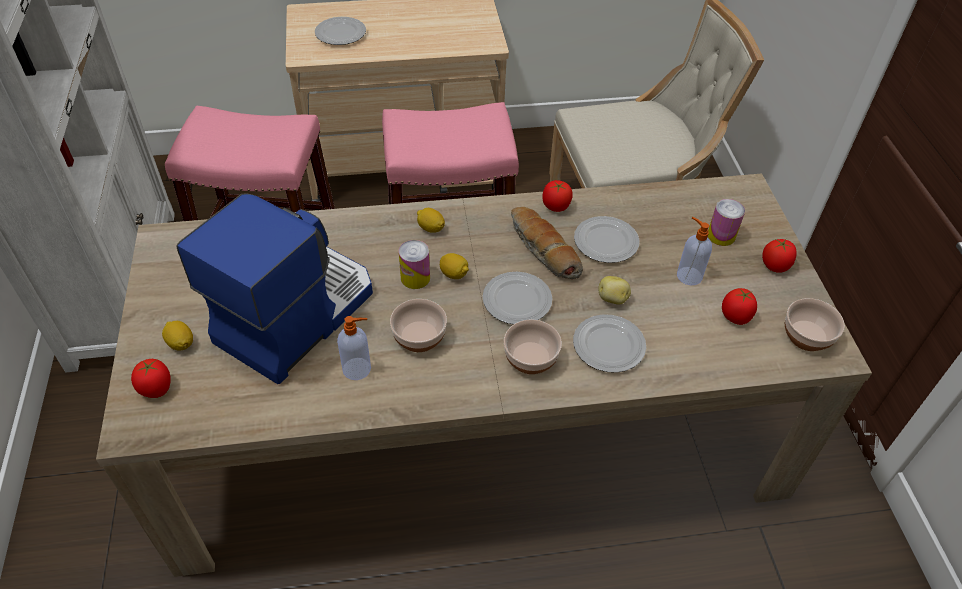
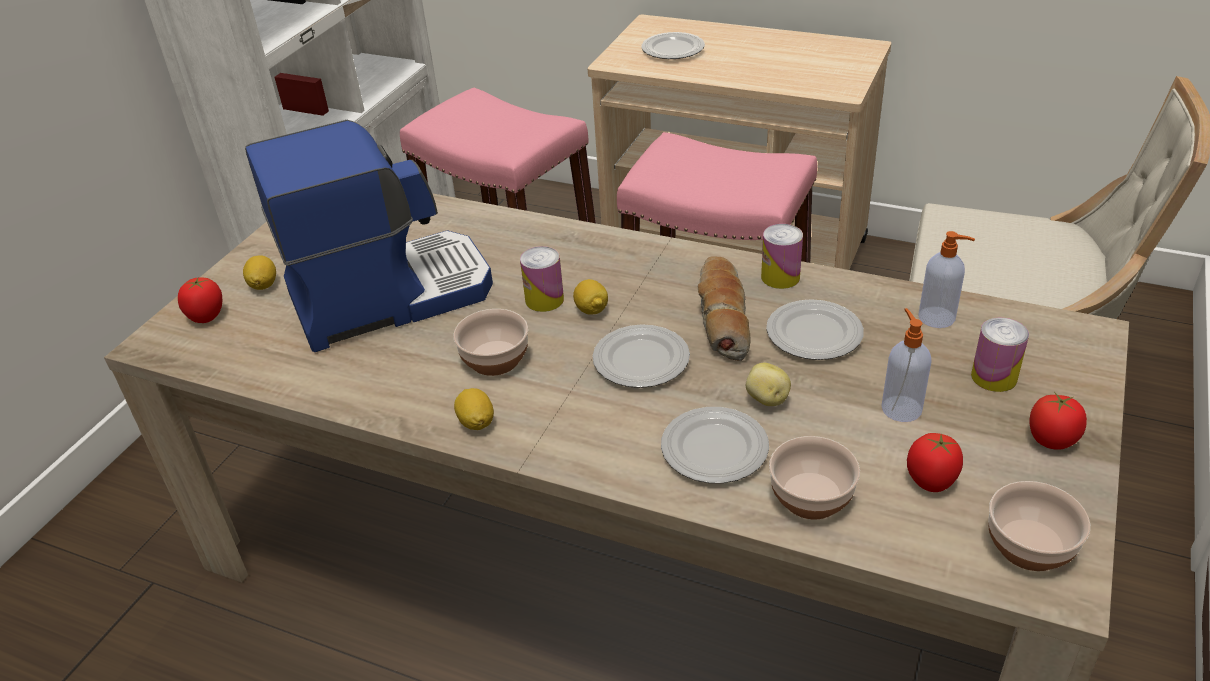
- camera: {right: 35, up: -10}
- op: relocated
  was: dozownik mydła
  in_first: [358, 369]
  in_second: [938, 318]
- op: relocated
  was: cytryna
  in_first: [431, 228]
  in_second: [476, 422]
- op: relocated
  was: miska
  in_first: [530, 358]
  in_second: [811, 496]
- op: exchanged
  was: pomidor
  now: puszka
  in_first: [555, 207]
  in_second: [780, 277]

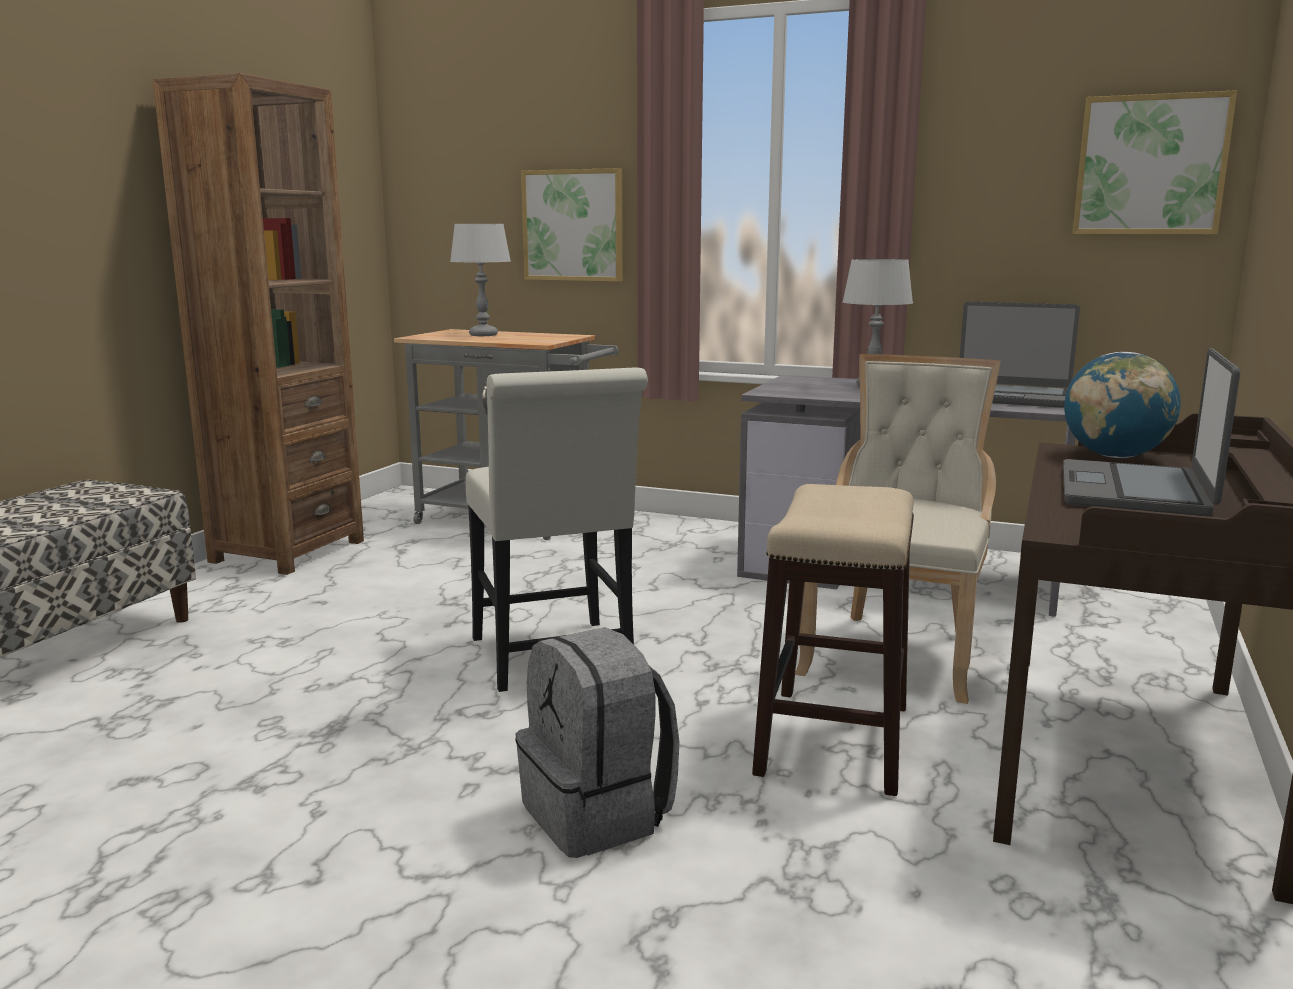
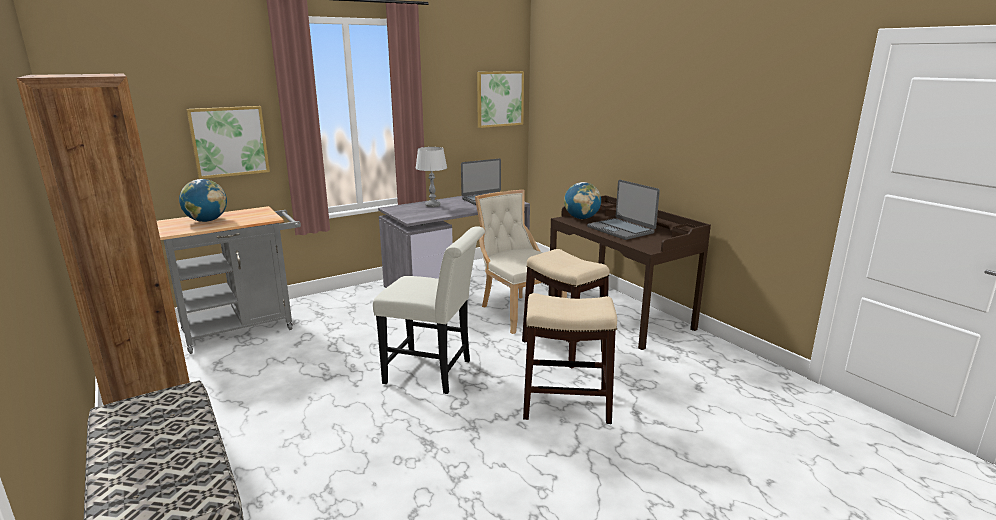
- camera: {right: -55, up: 5}
- op: exchanged
  was: lampa stołowa [szary]
  now: globus
  in_first: [483, 335]
  in_second: [207, 221]
- op: exchanged
  was: plecak [szary]
  now: stołek
  in_first: [599, 814]
  in_second: [567, 404]

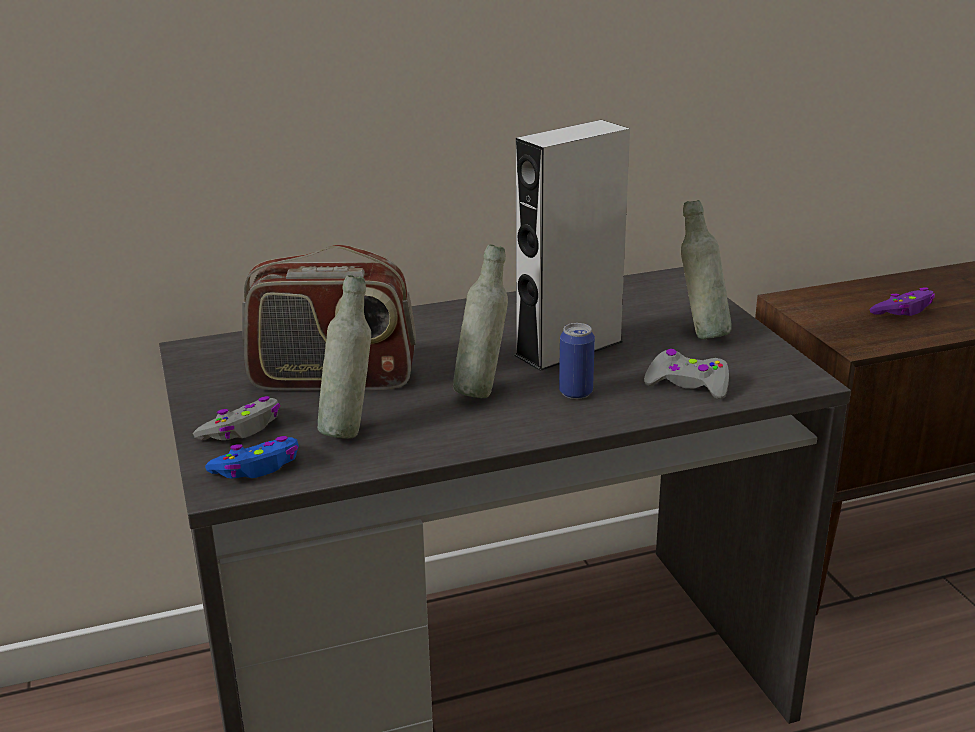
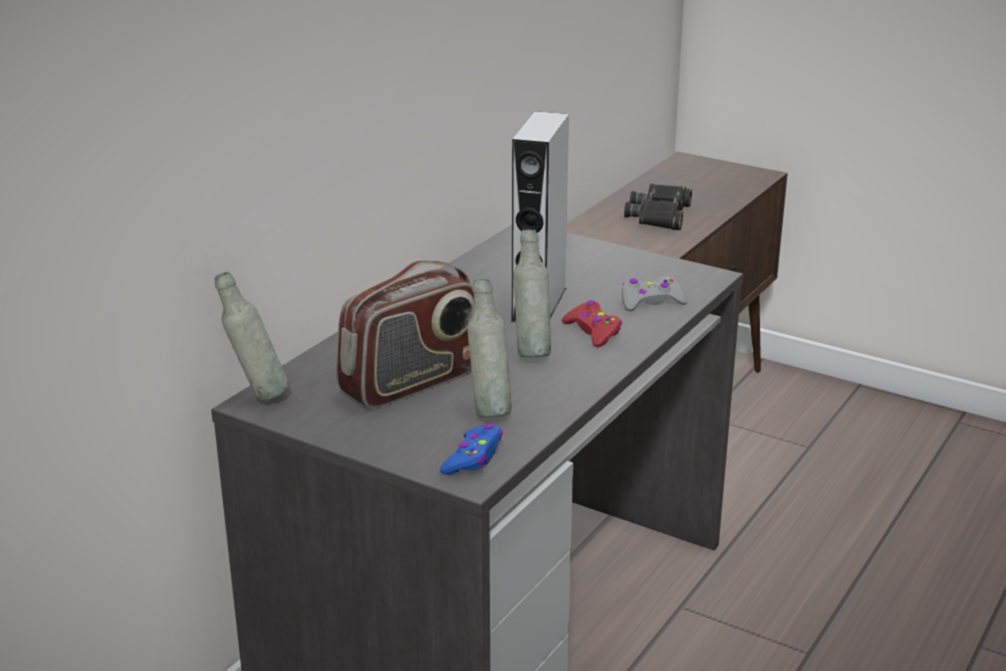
- camera: {right: -40, up: 0}
- op: missing
  was: pad do gier [szary]
  in_first: [242, 429]
- op: exchanged
  was: puszka
  now: pad do gier [czerwony]
  in_first: [576, 392]
  in_second: [593, 331]
- op: relocated
  was: butelka [szary]
  in_first: [700, 334]
  in_second: [257, 396]
- op: exchanged
  was: pad do gier [fioletowy]
  now: lornetka [czarny]
  in_first: [903, 311]
  in_second: [660, 215]

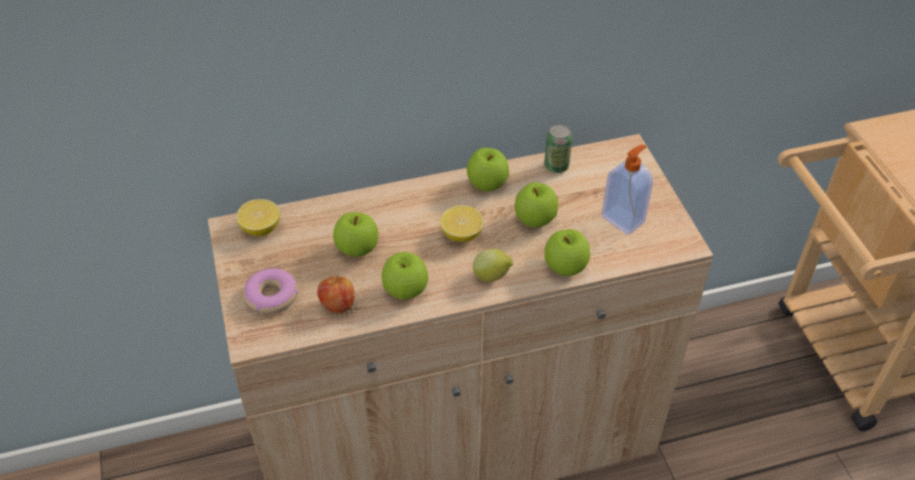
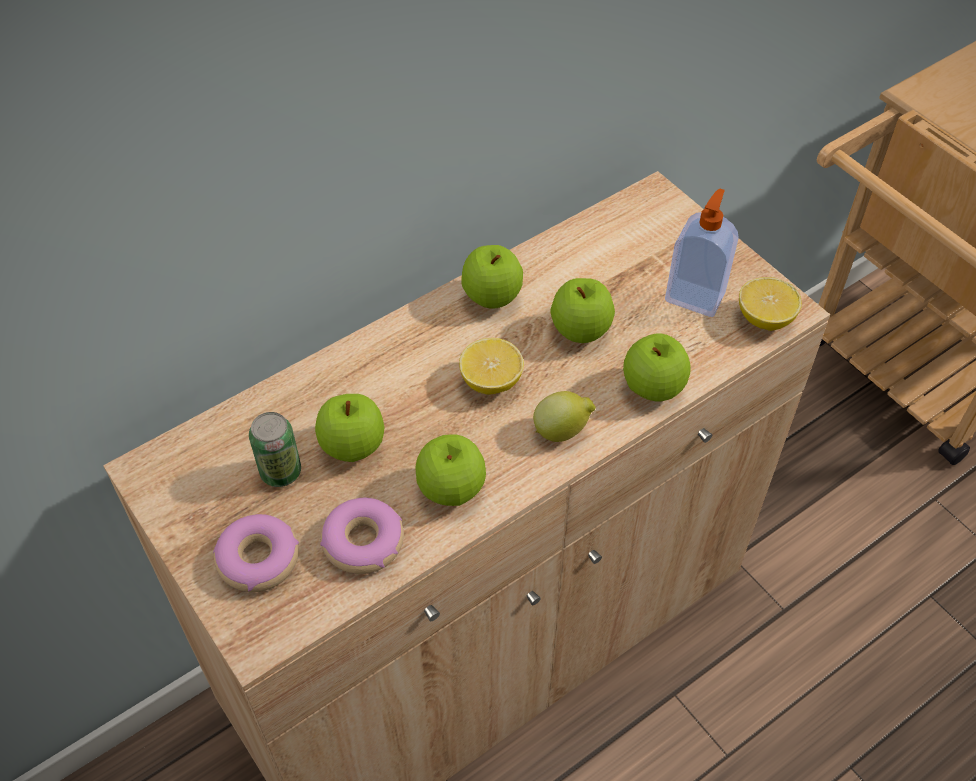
- camera: {right: -20, up: 5}
- op: relocated
  was: cytryna
  in_first: [261, 228]
  in_second: [764, 318]
- op: exchanged
  was: jabłko
  now: donut
  in_first: [337, 305]
  in_second: [363, 542]
- op: relocated
  was: puszka
  in_first: [556, 166]
  in_second: [281, 472]

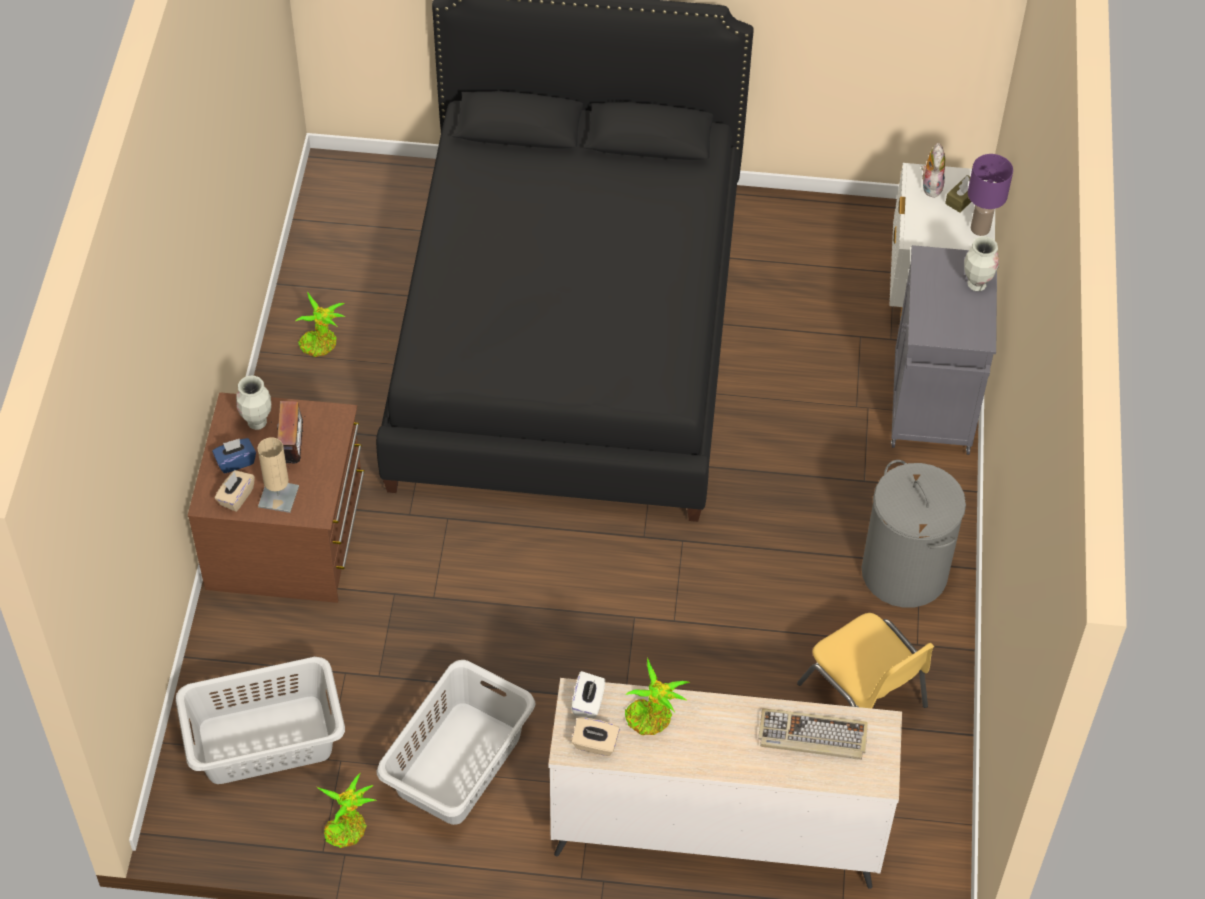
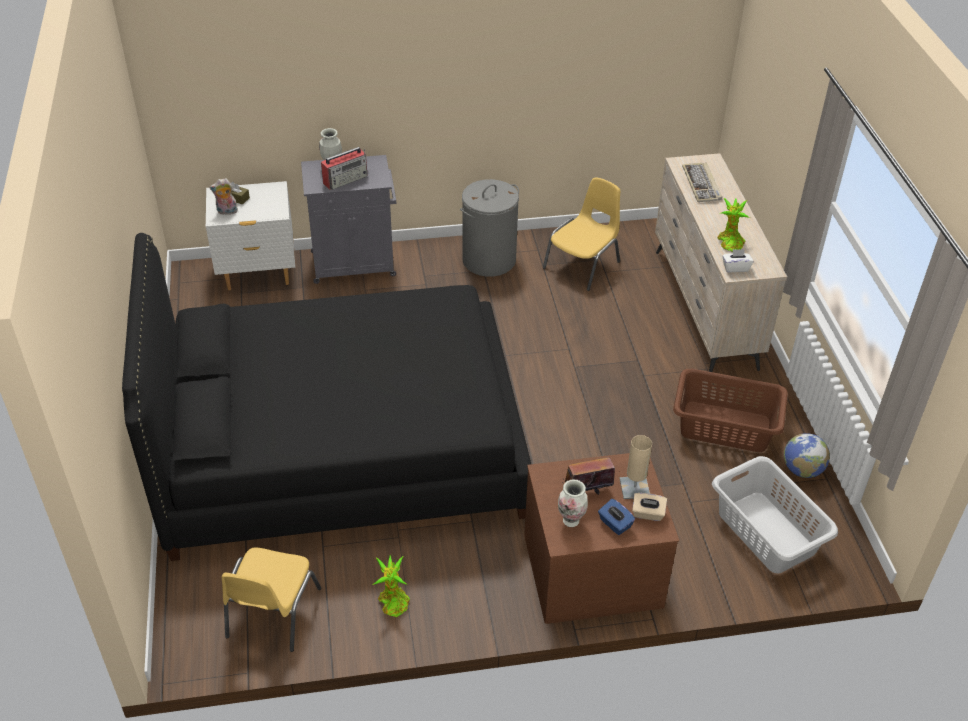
- camera: {right: -105, up: -10}
- op: exchanged
  was: roślina doniczkowa
  now: globus
  in_first: [348, 827]
  in_second: [802, 470]
- op: colour
  was: kosz na pranie [szary]
  now: kosz na pranie [brązowy]
  in_first: [457, 763]
  in_second: [725, 427]
- op: missing
  was: pudełko chusteczek [beżowy]
  in_first: [595, 744]
- op: missing
  was: lampa stołowa [fioletowy]
  in_first: [981, 228]
- op: appeared
  now: krzesło [żółty]
  in_second: [271, 613]
- op: appeared
  now: radio
  in_second: [346, 179]

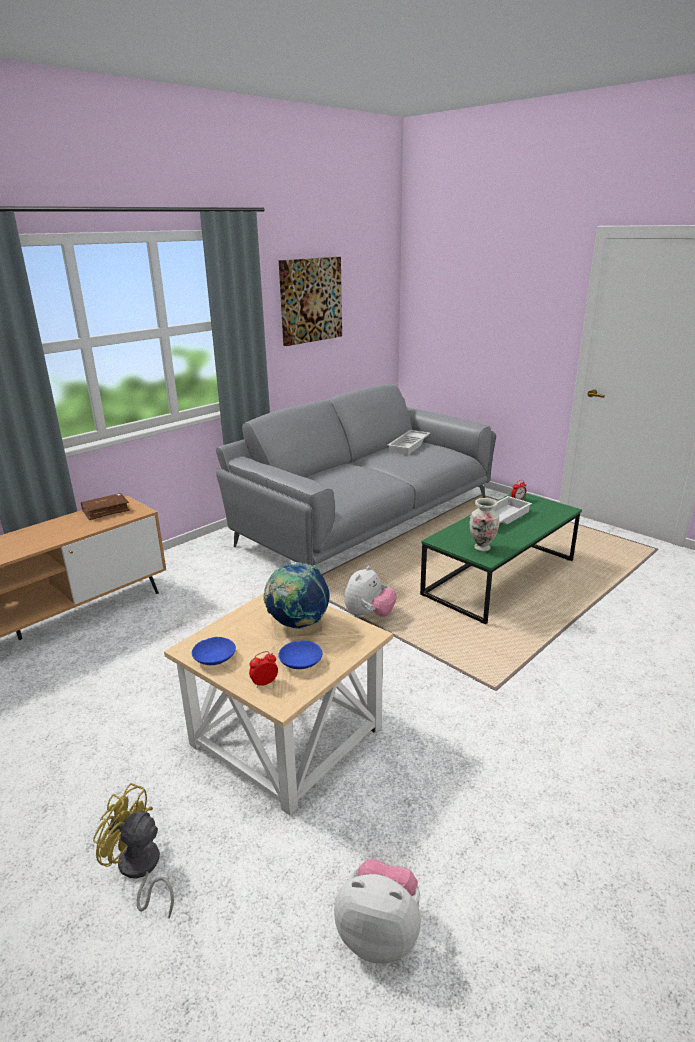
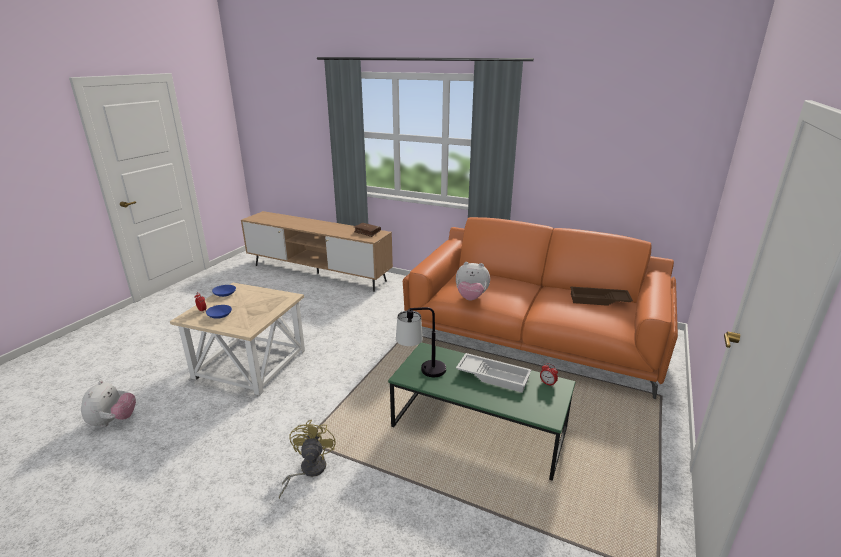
- camera: {right: 70, up: 0}
- op: relocated
  was: wentylator [żółty]
  in_first: [140, 870]
  in_second: [308, 470]
- op: colour
  was: kanapa [szary]
  now: kanapa [pomarańczowy]
  in_first: [365, 518]
  in_second: [533, 337]
- op: missing
  was: globus
  in_first: [298, 624]
- op: missing
  was: obraz
  in_first: [310, 300]
- op: relocated
  was: pluszak
  in_first: [369, 615]
  in_second: [471, 298]
- op: colour
  was: taca [biały]
  now: taca [brązowy]
  in_first: [409, 446]
  in_second: [599, 300]
- op: exchanged
  was: wazon
  now: lampa stołowa
  in_first: [482, 548]
  in_second: [421, 372]

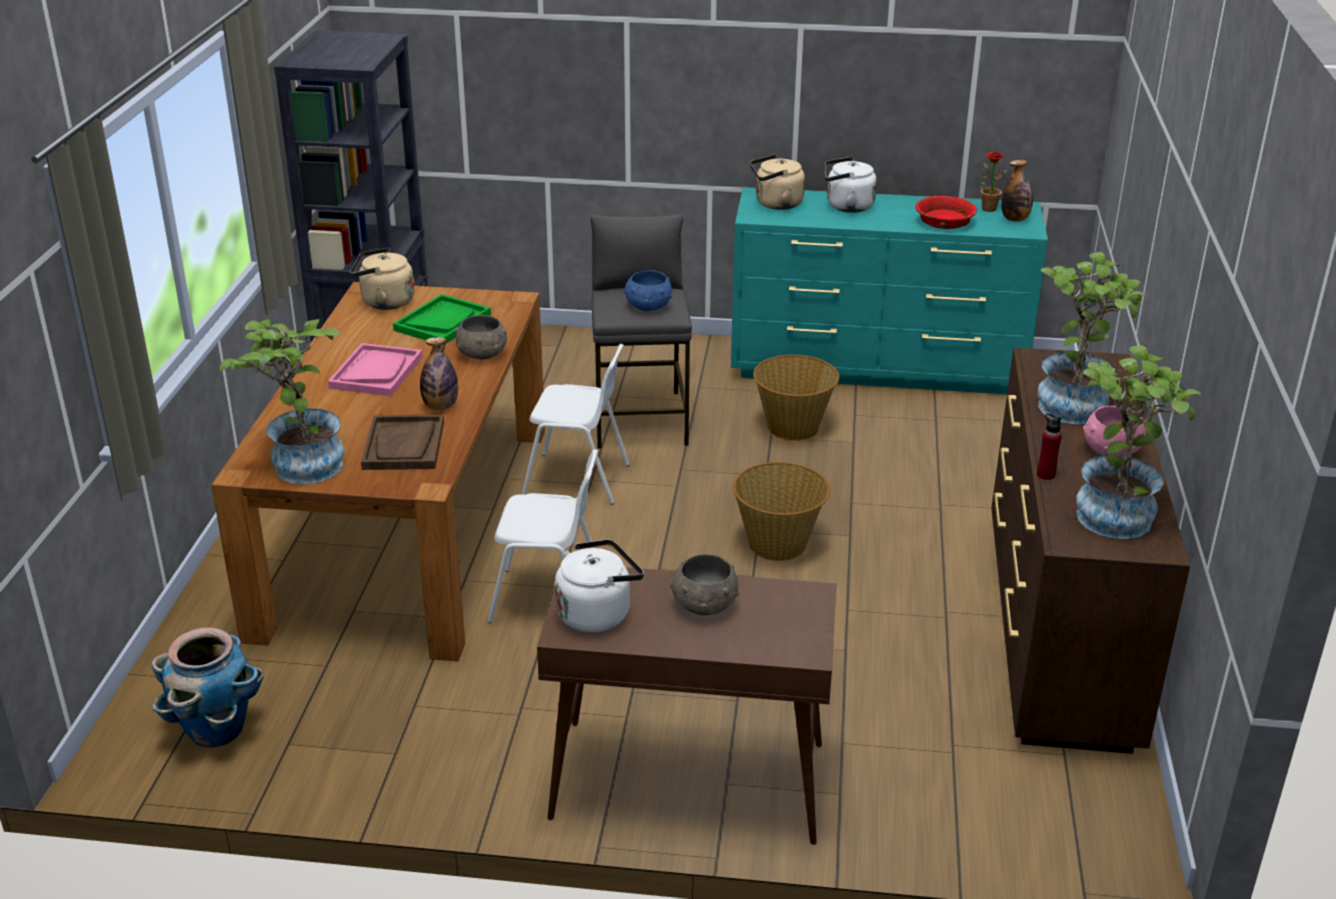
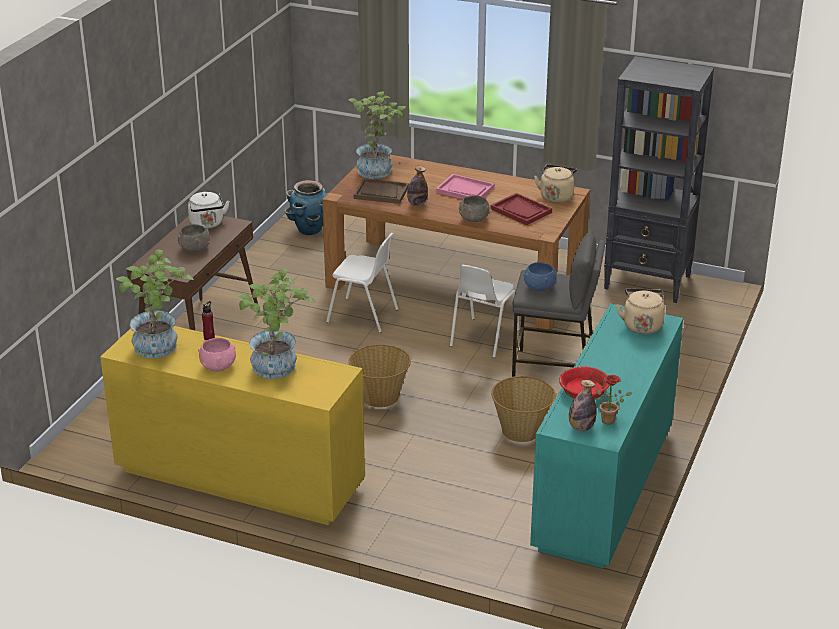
- camera: {right: 105, up: 0}
- op: colour
  was: taca [zielony]
  now: taca [czerwony]
  in_first: [442, 322]
  in_second: [521, 211]
- op: spun
  was: krzesło [biały]
  in_first: [549, 600]
  in_second: [363, 316]
  clockwise: -90
- op: missing
  was: czajnik [biały]
  in_first: [846, 206]
- op: colour
  was: komoda [brązowy]
  now: komoda [żółty]
  in_first: [1057, 631]
  in_second: [239, 479]

